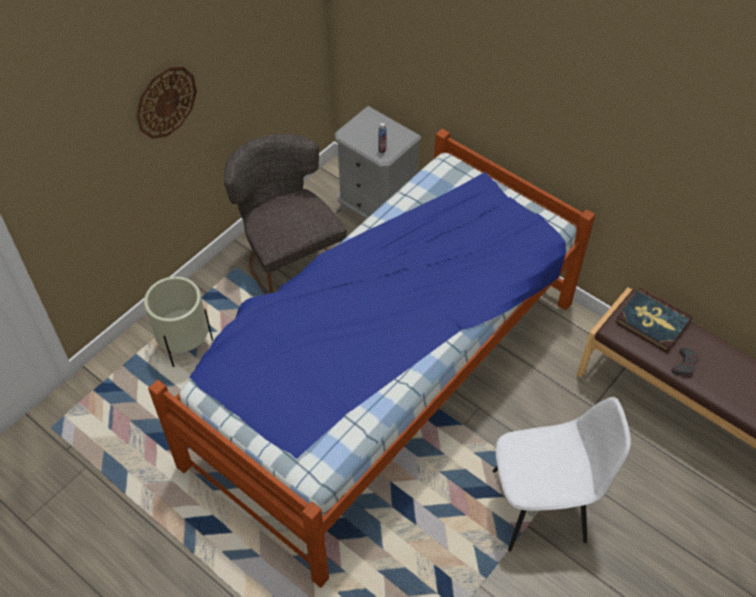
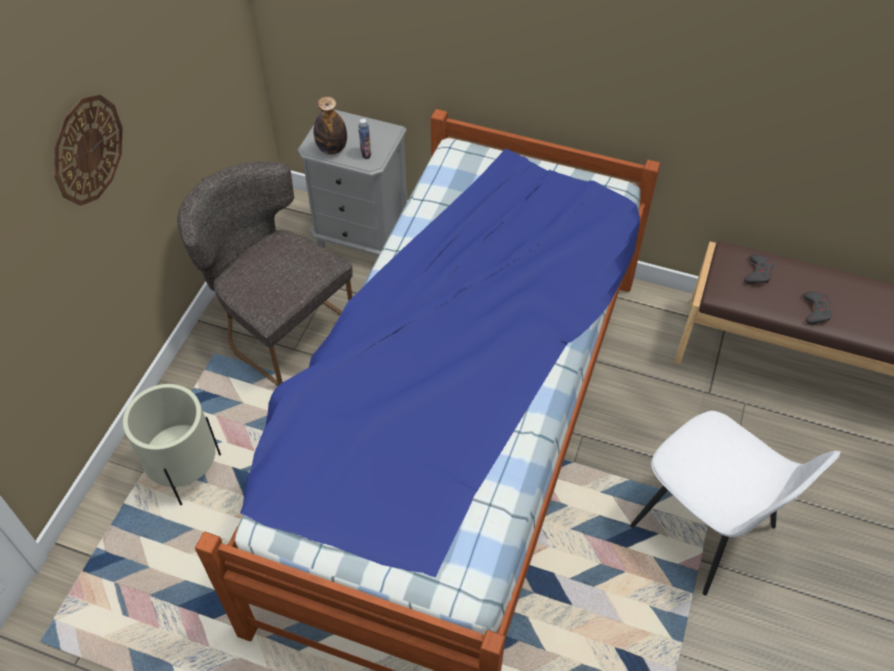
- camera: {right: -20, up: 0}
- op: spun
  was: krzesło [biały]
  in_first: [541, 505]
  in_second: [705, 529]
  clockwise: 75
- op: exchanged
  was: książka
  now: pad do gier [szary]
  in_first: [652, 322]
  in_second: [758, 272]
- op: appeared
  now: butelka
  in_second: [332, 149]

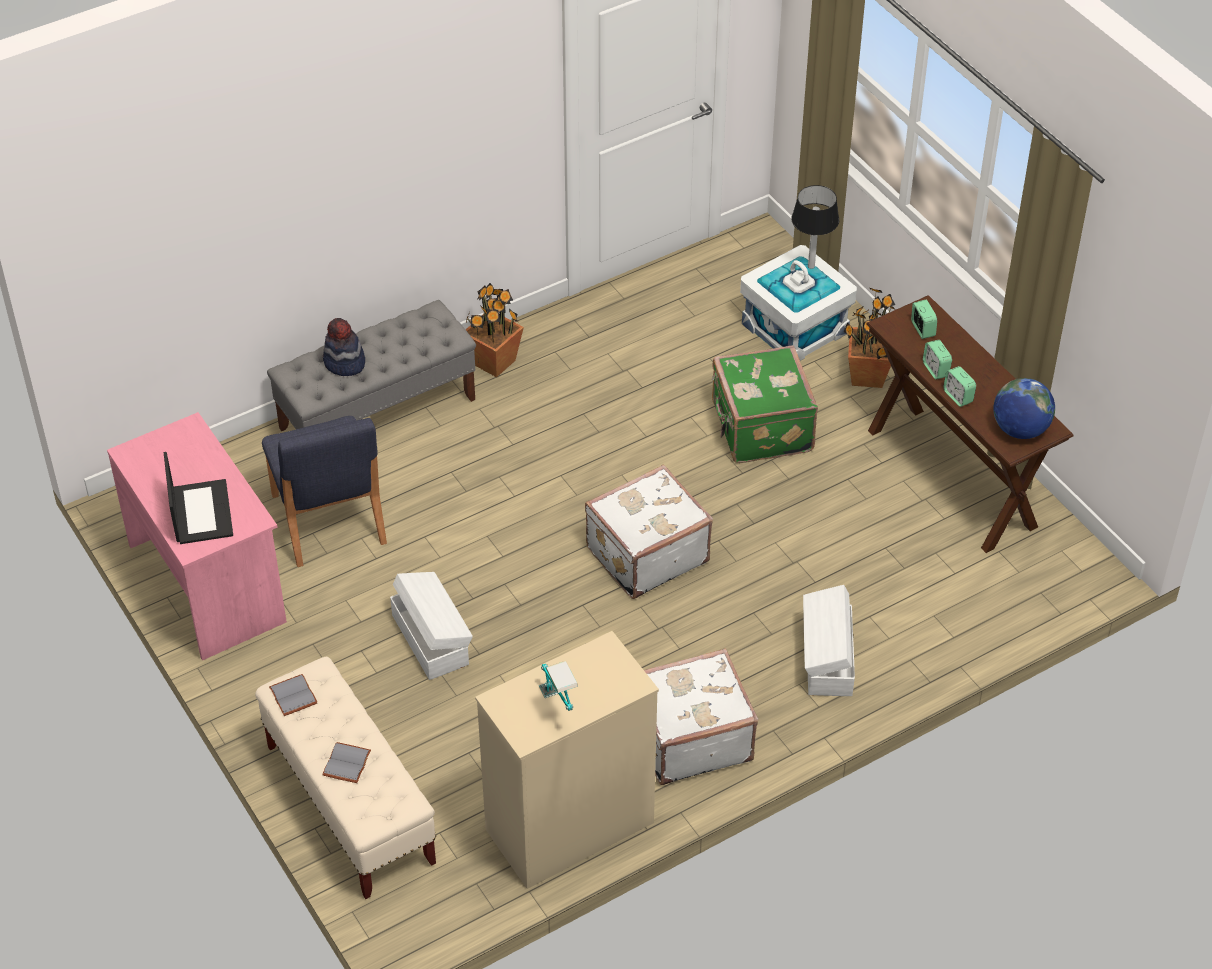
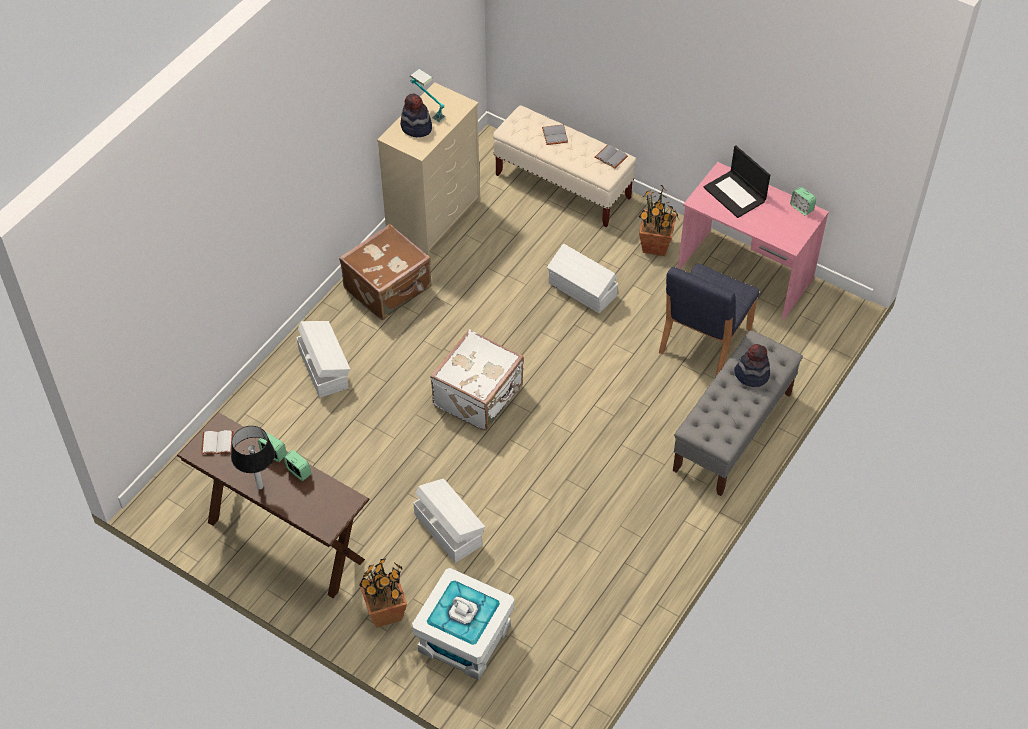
- camera: {right: 155, up: 5}
- op: spun
  was: krzesło [niebieski]
  in_first: [328, 520]
  in_second: [704, 341]
  clockwise: -105
- op: relocated
  was: roślina doniczkowa
  in_first: [494, 362]
  in_second: [655, 246]
- op: colour
  was: walizka [biały]
  now: walizka [brązowy]
  in_first: [690, 738]
  in_second: [389, 289]
- op: exchanged
  was: walizka [zielony]
  now: pojemnik do przechowywania [biały]
  in_first: [760, 428]
  in_second: [448, 529]
- op: relocated
  was: lampa stołowa
  in_first: [811, 266]
  in_second: [259, 486]
- op: relocated
  was: budzik
  in_first: [922, 329]
  in_second: [801, 208]
- op: exchanged
  was: globus
  now: książka [biały]
  in_first: [1020, 429]
  in_second: [218, 442]
- op: appeared
  now: kapelusz
  in_second: [416, 127]

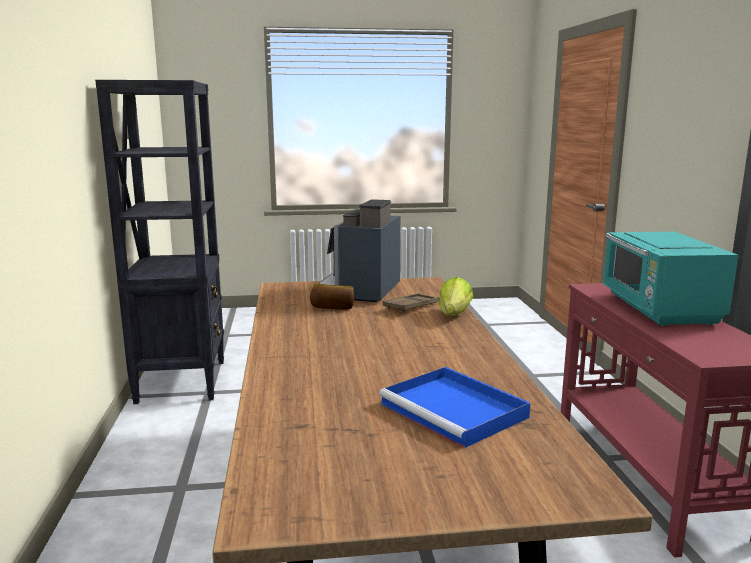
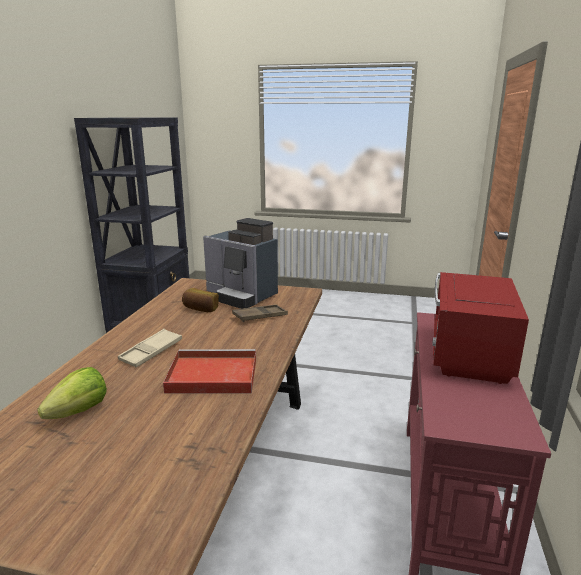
- camera: {right: 20, up: 5}
- op: spun
  was: ekspres do kawy
  in_first: [362, 292]
  in_second: [241, 296]
  clockwise: -90
- op: missing
  was: taca [niebieski]
  in_first: [456, 411]
- op: relocated
  was: sałata
  in_first: [454, 315]
  in_second: [79, 411]
- op: colour
  was: mikrofalówka [turkusowy]
  now: mikrofalówka [czerwony]
  in_first: [659, 310]
  in_second: [468, 355]
- op: appeared
  now: taca [beżowy]
  in_second: [151, 352]
- op: appeared
  now: taca [czerwony]
  in_second: [211, 375]

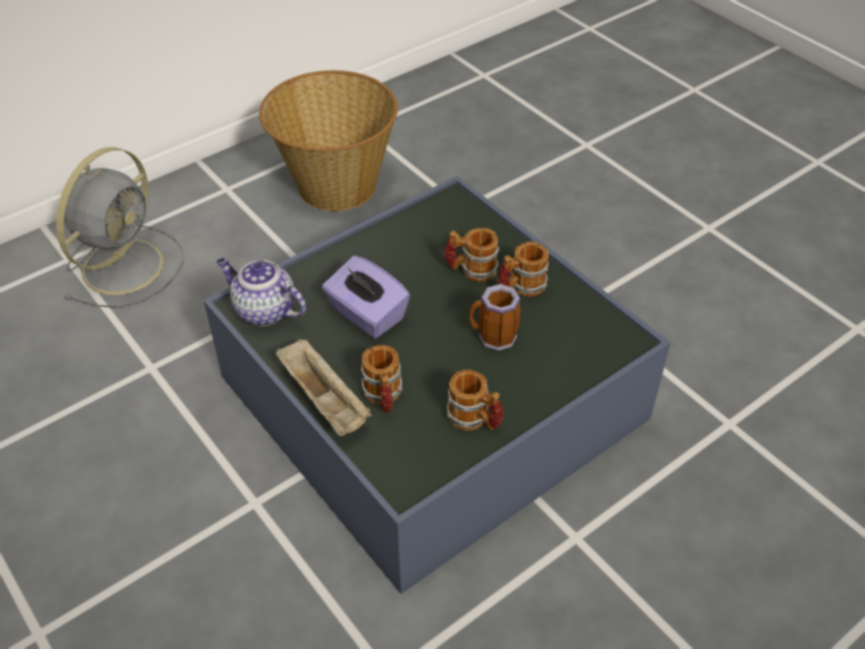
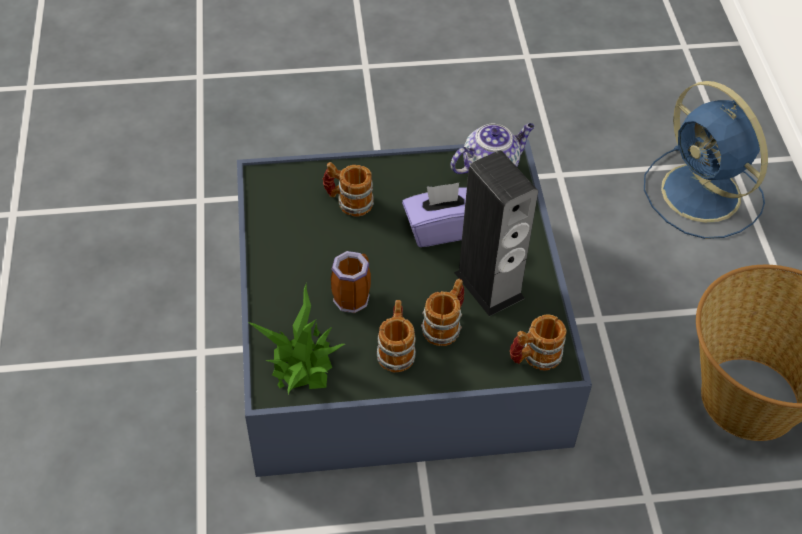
- camera: {right: 120, up: 5}
- op: colour
  was: wentylator [szary]
  now: wentylator [niebieski]
  in_first: [125, 264]
  in_second: [703, 195]
- op: missing
  was: taca [beżowy]
  in_first: [325, 401]
- op: relocated
  was: kubek
  in_first: [474, 419]
  in_second: [534, 357]
- op: appeared
  now: roślina doniczkowa
  in_second: [302, 360]
- op: appeared
  now: głośnik
  in_second: [489, 285]

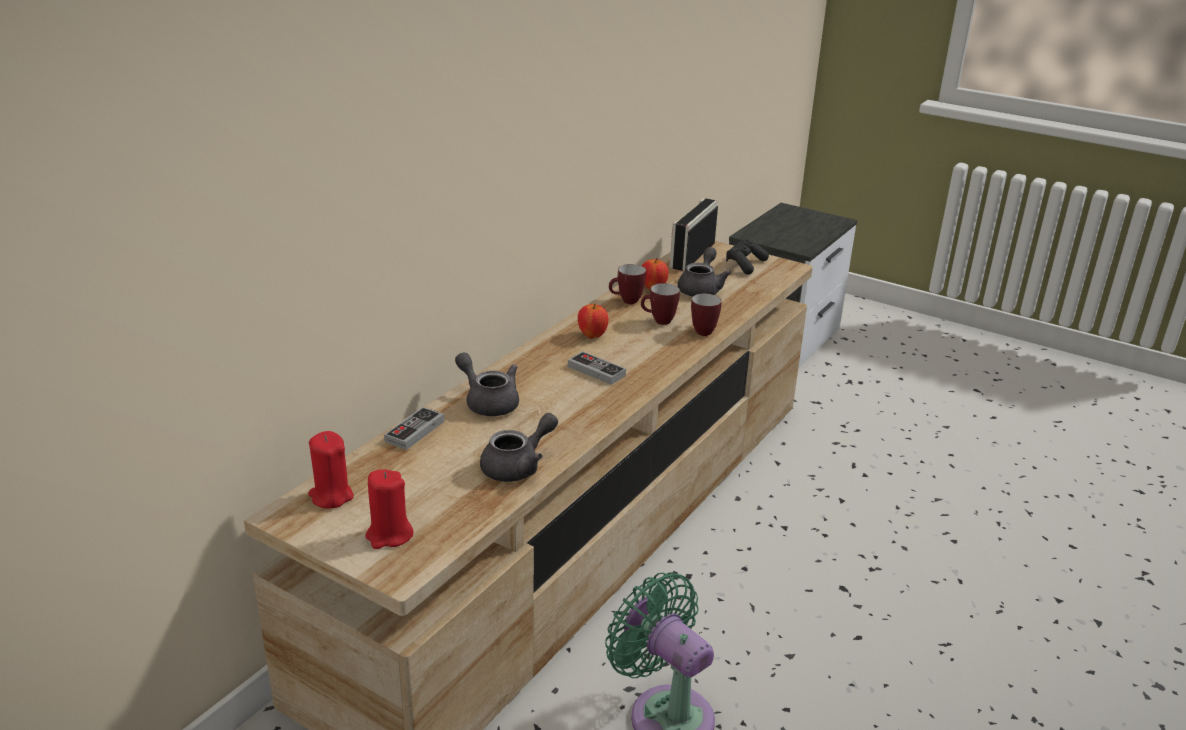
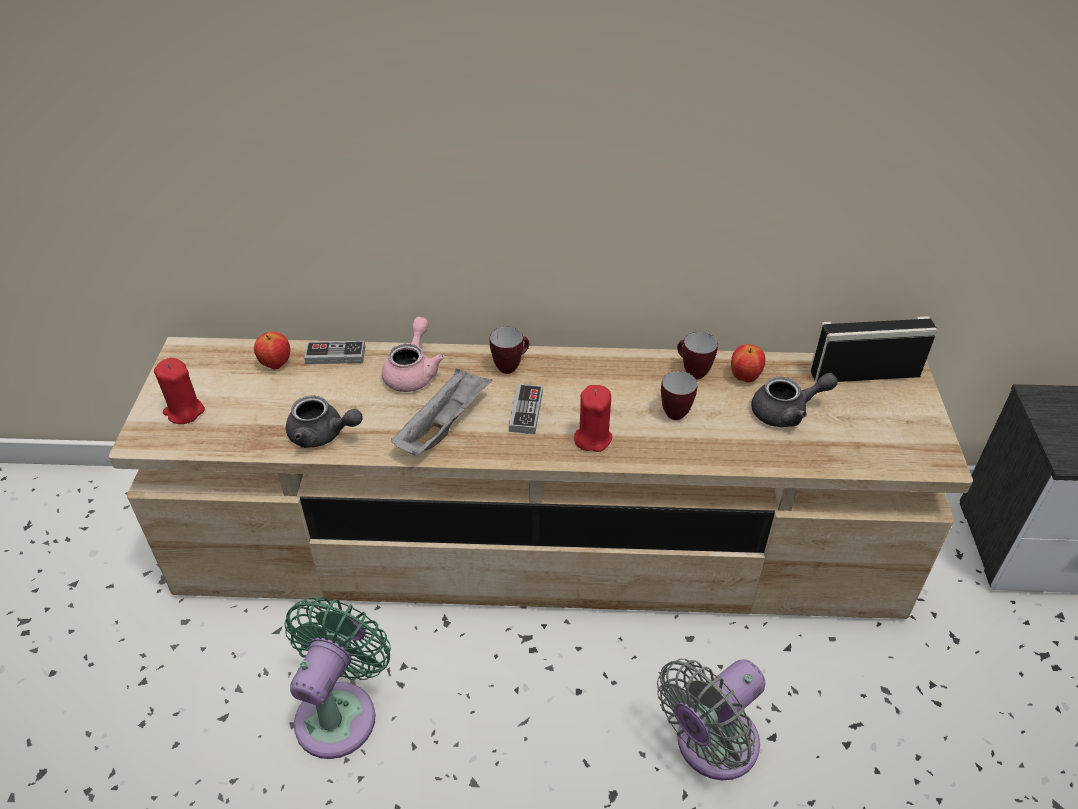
- camera: {right: 60, up: 15}
- op: relocated
  was: świeca [czerwony]
  in_first: [331, 496]
  in_second: [592, 438]
- op: colour
  was: imbryk [szary]
  now: imbryk [różowy]
  in_first: [488, 402]
  in_second: [413, 372]
- op: relocated
  was: jabłko
  in_first: [592, 336]
  in_second: [276, 364]
- op: relocated
  was: kubek
  in_first: [702, 330]
  in_second: [511, 366]
- op: missing
  was: pad do gier [czarny]
  in_first: [745, 265]
- op: appeared
  now: taca [szary]
  in_second: [443, 425]
- op: appeared
  now: wentylator [szary]
  in_second: [710, 746]

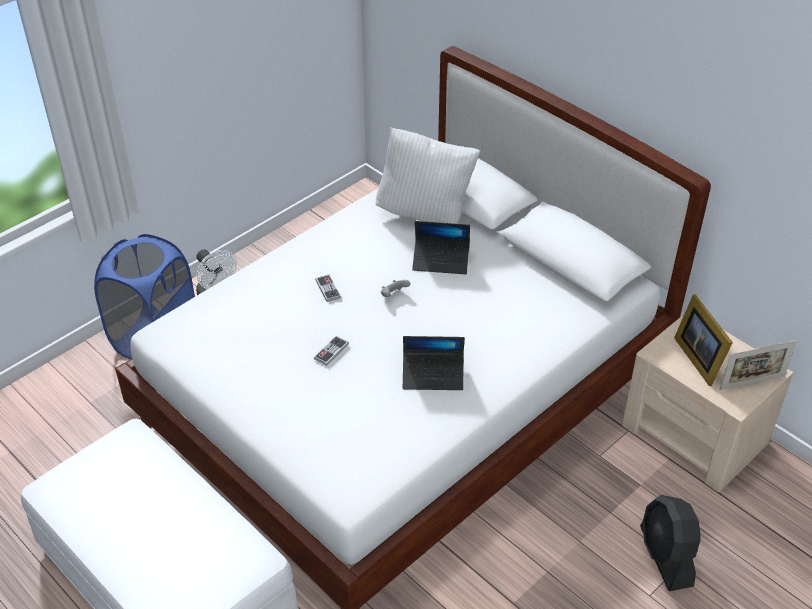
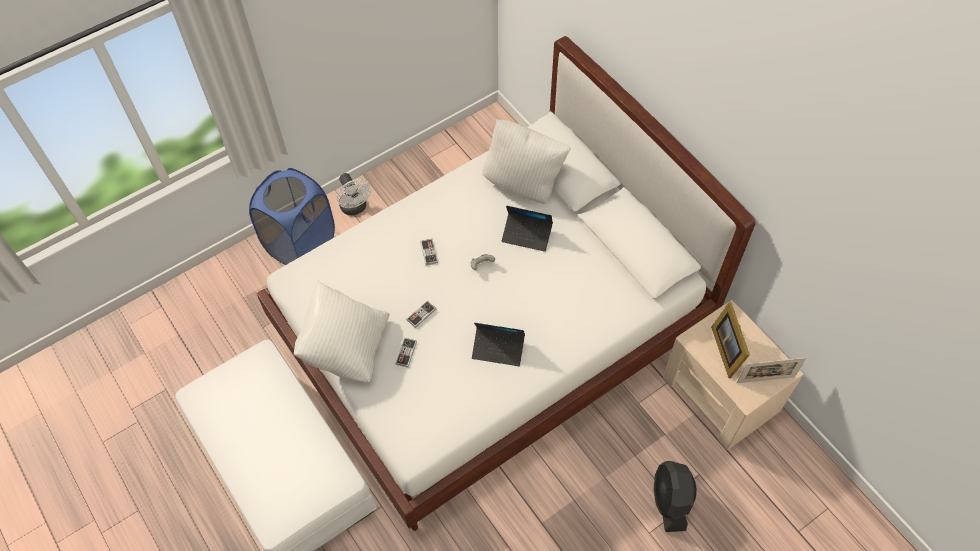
- camera: {right: 10, up: 15}
- op: appeared
  now: poduszka [biały]
  in_second: [346, 347]
- op: appeared
  now: pad do gier
  in_second: [406, 353]

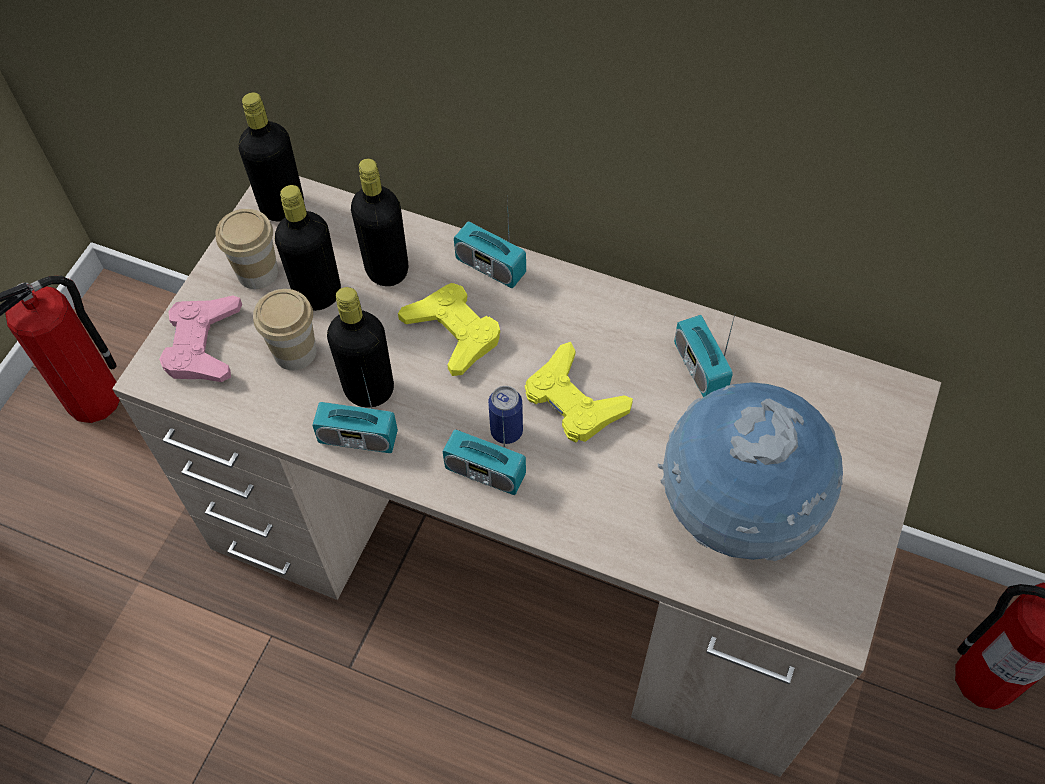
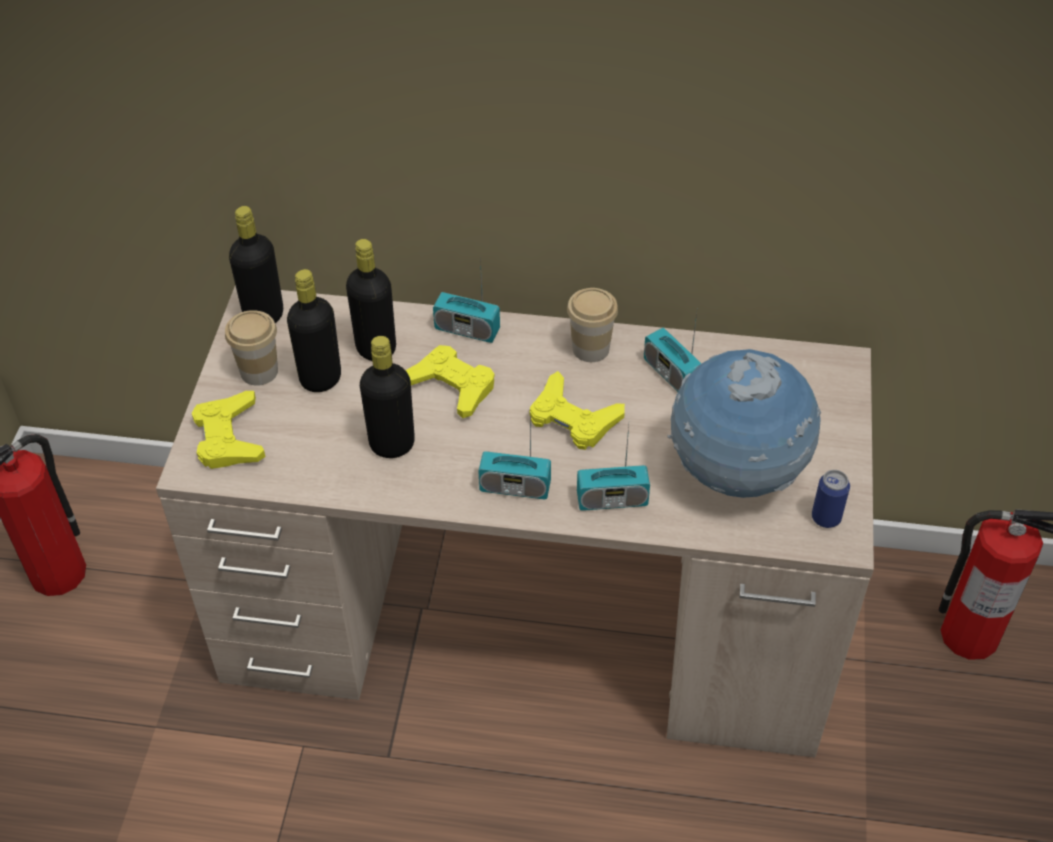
- camera: {right: -15, up: -10}
- op: colour
  was: pad do gier [różowy]
  now: pad do gier [żółty]
  in_first: [203, 344]
  in_second: [229, 437]
- op: relocated
  was: filiżanka
  in_first: [295, 352]
  in_second: [590, 348]
- op: relocated
  was: radio
  in_first: [358, 438]
  in_second: [612, 500]
- op: relocated
  was: puszka
  in_first: [506, 431]
  in_second: [826, 518]

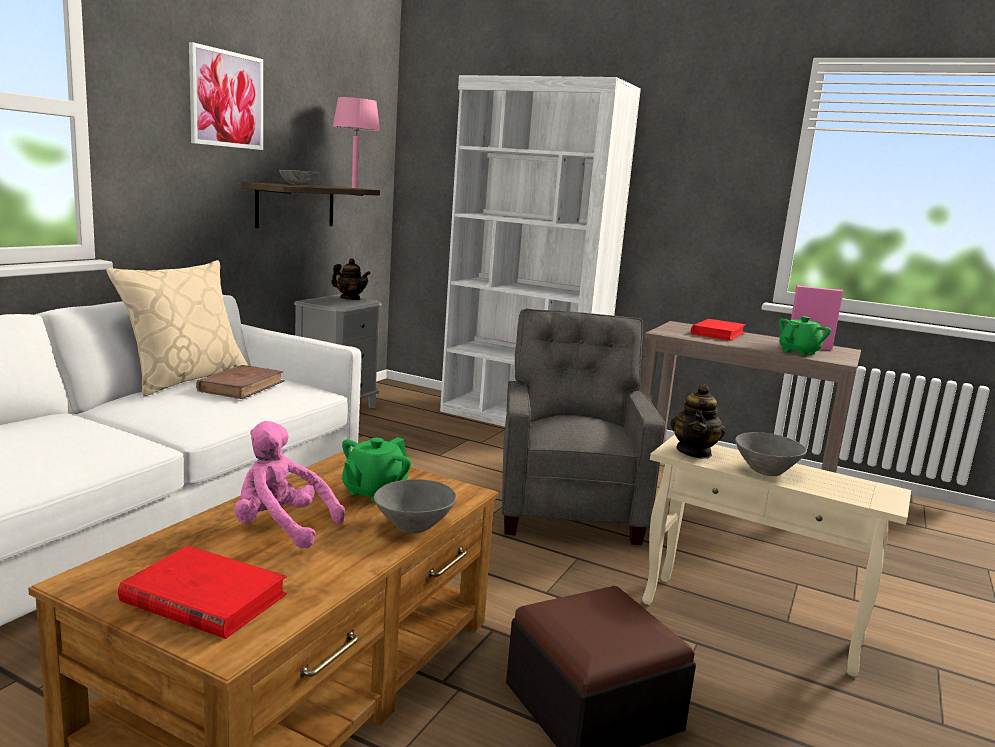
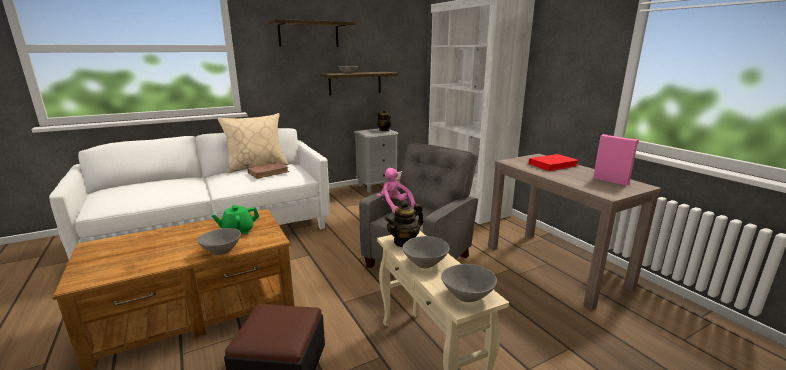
- camera: {right: 35, up: 5}
- op: missing
  was: książka [czerwony]
  in_first: [204, 598]
- op: exchanged
  was: obraz
  now: półka
  in_first: [226, 99]
  in_second: [308, 34]
- op: relocated
  was: pluszak [różowy]
  in_first: [281, 528]
  in_second: [393, 206]
- op: missing
  was: lampa stołowa [różowy]
  in_first: [354, 188]
- op: missing
  was: imbryk [zielony]
  in_first: [799, 352]
- op: appeared
  now: miska [szary]
  in_second: [466, 296]

